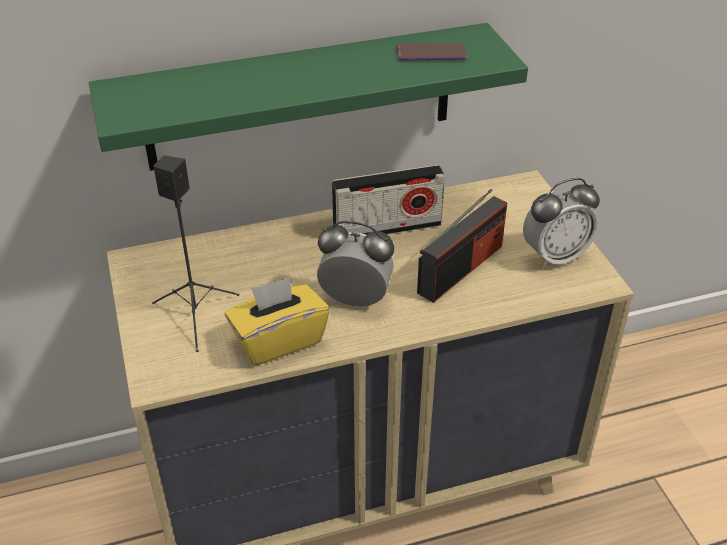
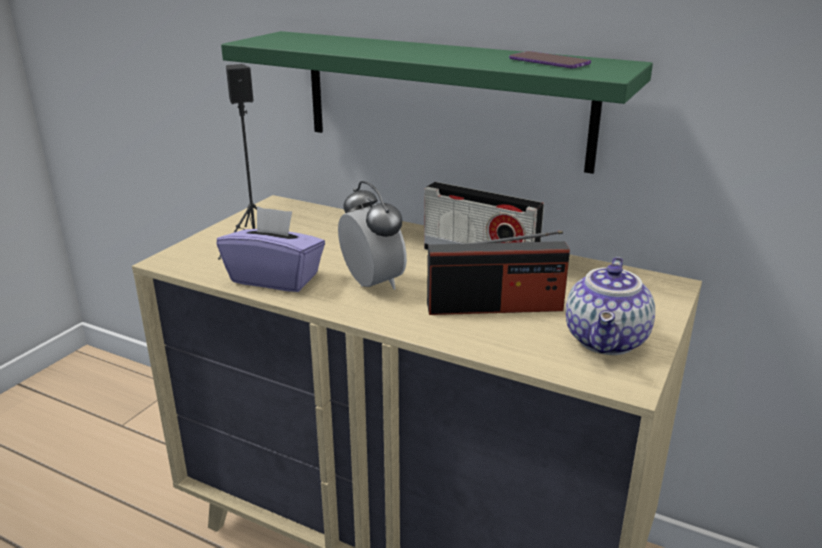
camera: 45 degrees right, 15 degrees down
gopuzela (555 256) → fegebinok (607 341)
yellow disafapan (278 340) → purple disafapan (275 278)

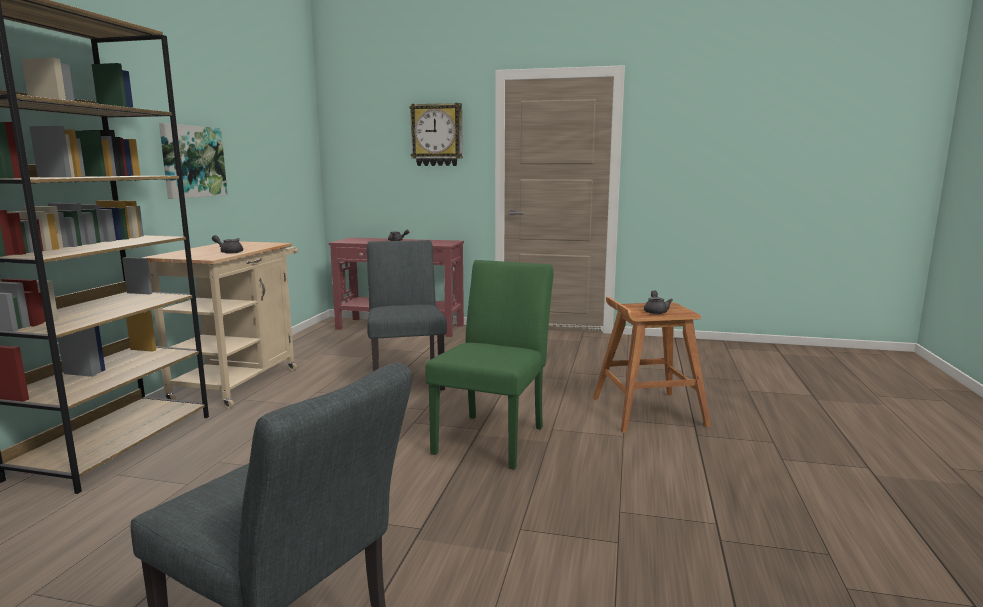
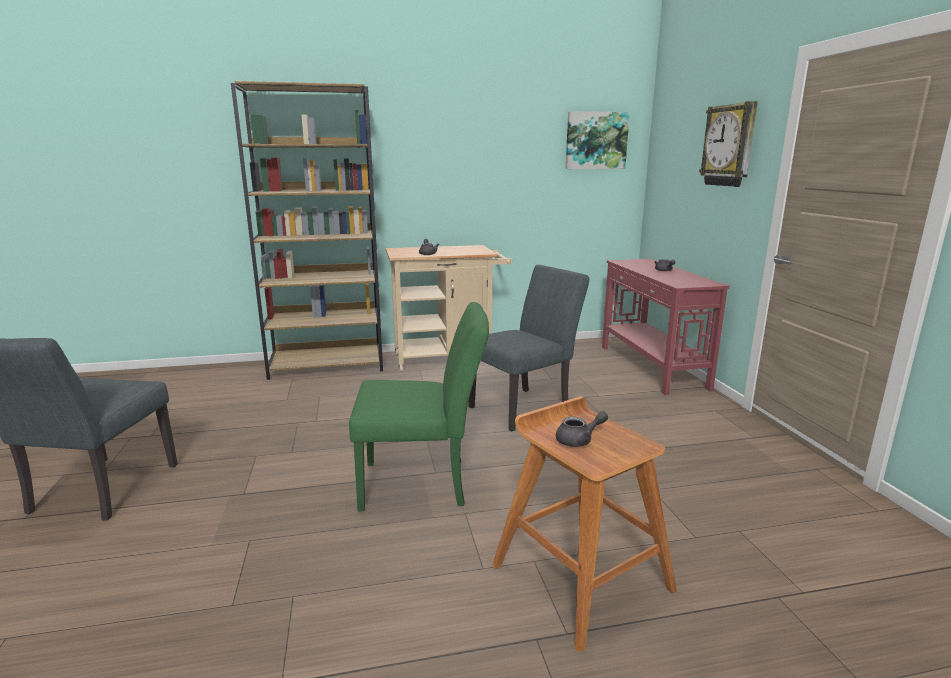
camera: 65 degrees right, 5 degrees up
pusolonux (192 161) → pusolonux (596 140), shifted

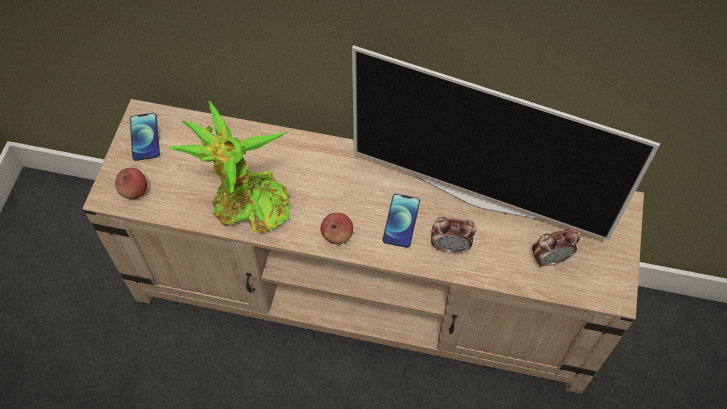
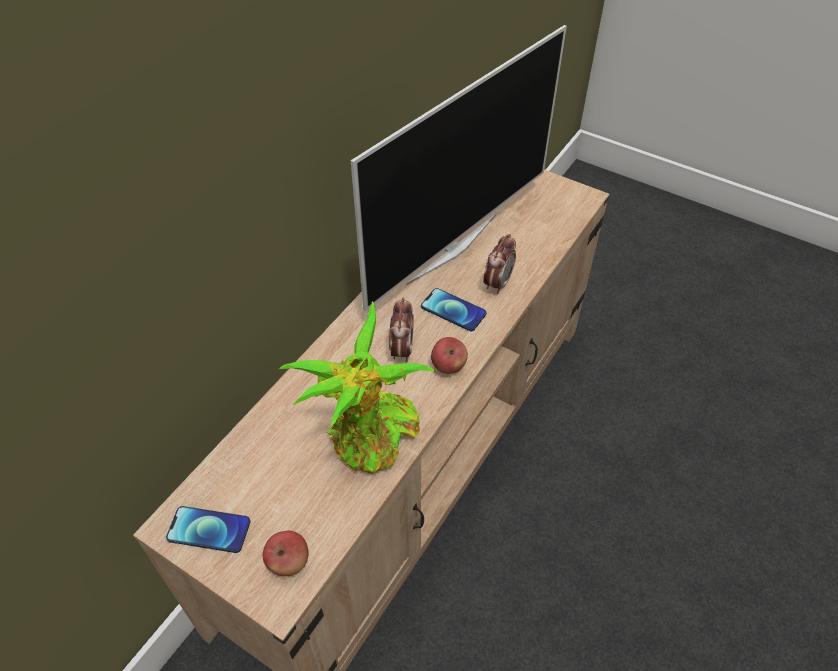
camera: 70 degrees left, 10 degrees down
gopuzela (550 259) → gopuzela (401 349), shifted

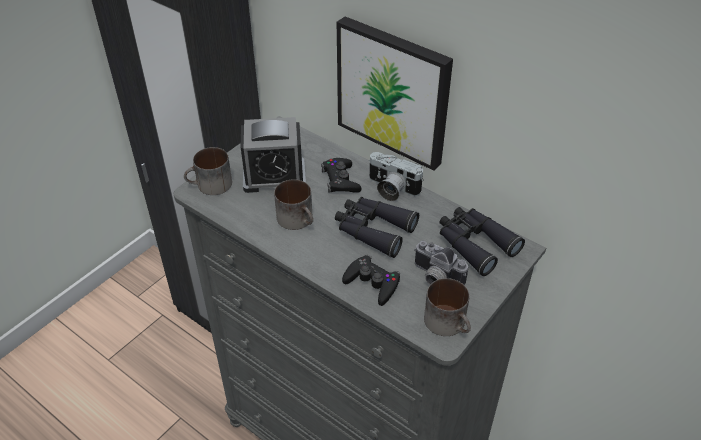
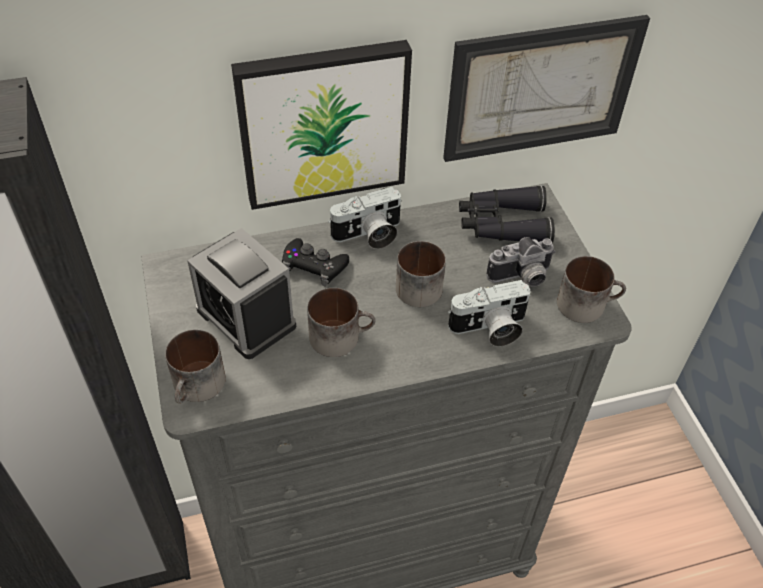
camera: 55 degrees left, 5 degrees up
gopuzela (274 176) → gopuzela (246 317), 105 degrees clockwise
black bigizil (373 230) → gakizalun (415 284)
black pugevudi (372 283) → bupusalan (489 329)
- → pusolonux (541 89)

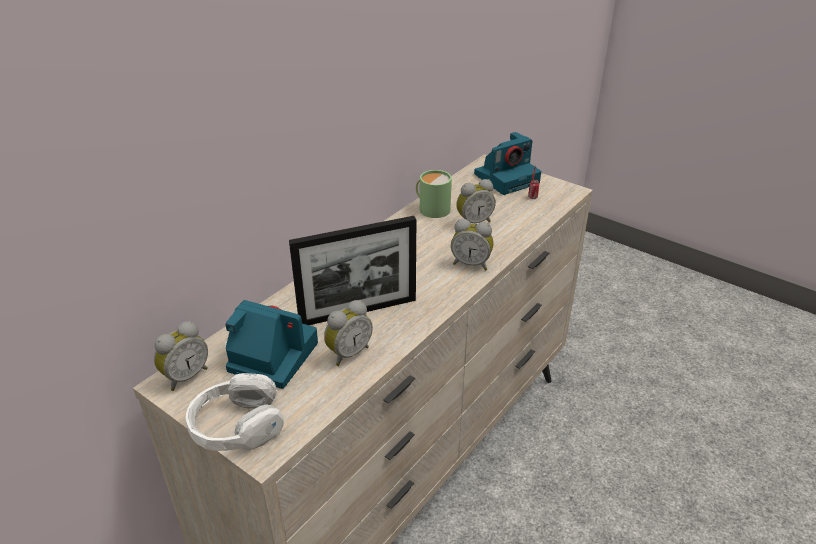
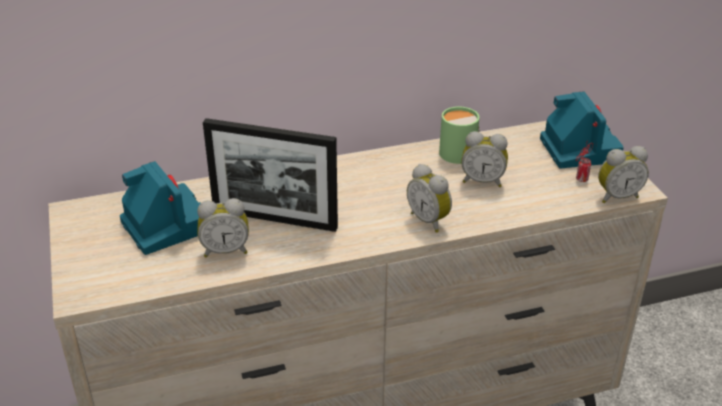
camera: 35 degrees right, 0 degrees up
bupusalan (507 178) → bupusalan (577 149), 105 degrees counterclockwise
gopuzela (185 376) → gopuzela (616 196), shifted
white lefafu (236 426) → -

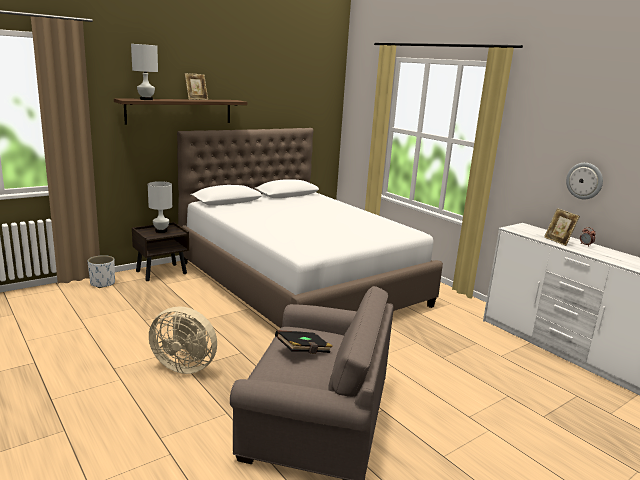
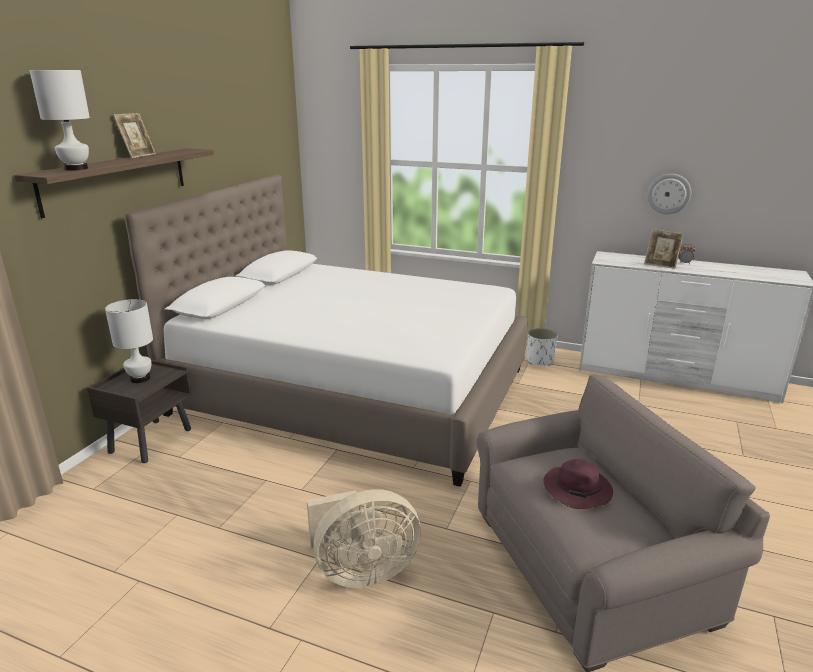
camera: 30 degrees left, 5 degrees up
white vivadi (102 283) → white vivadi (540 361), shifted
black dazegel (303 351) → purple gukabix (578 490)

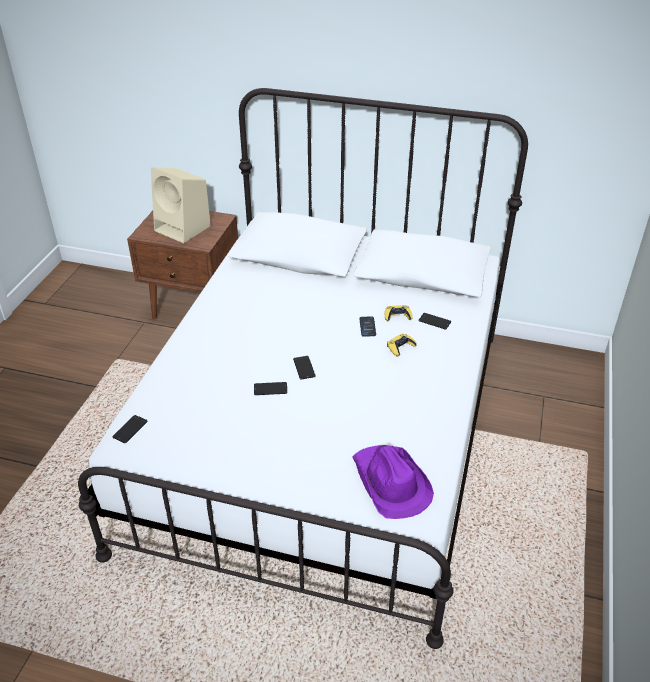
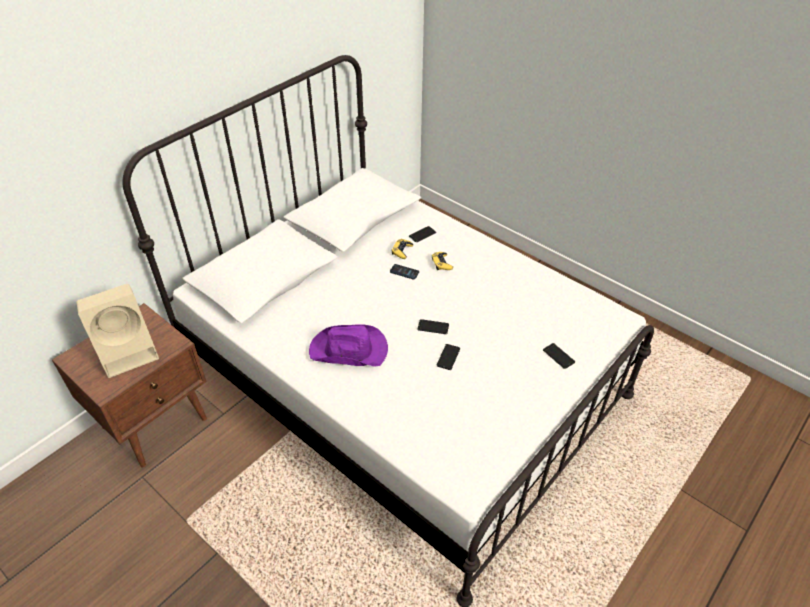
camera: 65 degrees left, 5 degrees up
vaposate (130 429) → vaposate (558 356), shifted
purple gukabix (390 483) → purple gukabix (349 350), shifted

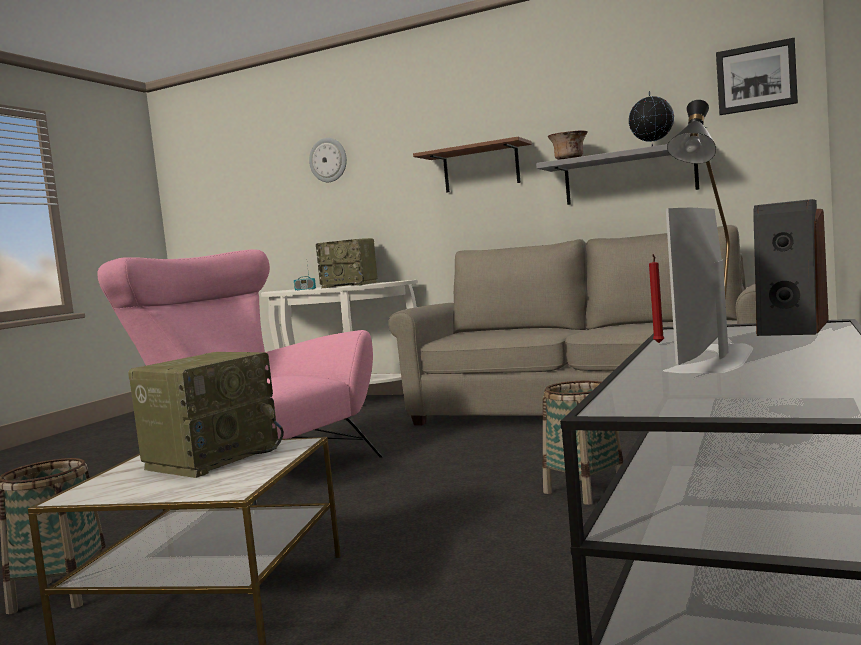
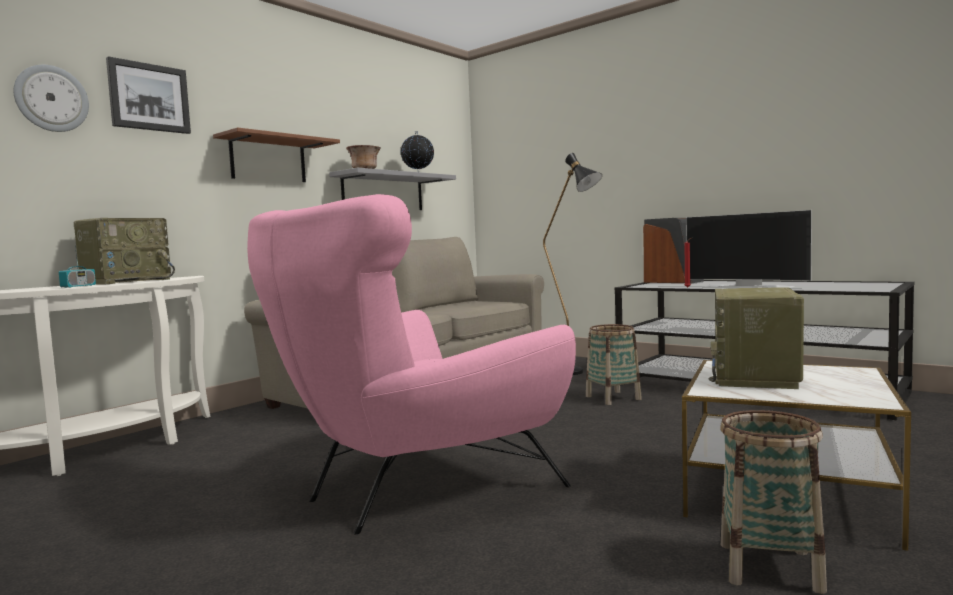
camera: 75 degrees left, 0 degrees up
pusolonux (756 77) → pusolonux (149 97), shifted
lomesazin (213 458) → lomesazin (756 378), 120 degrees counterclockwise

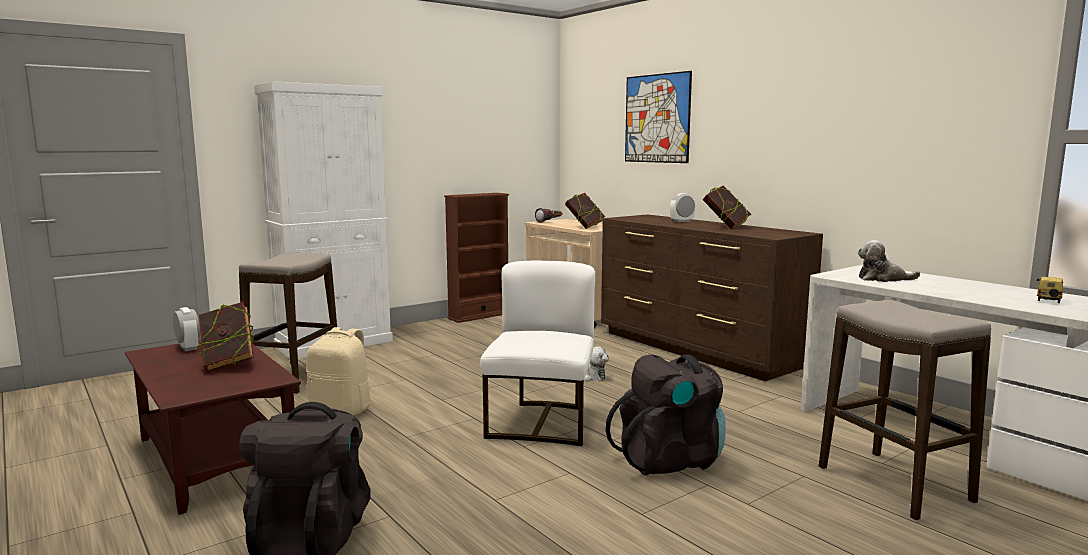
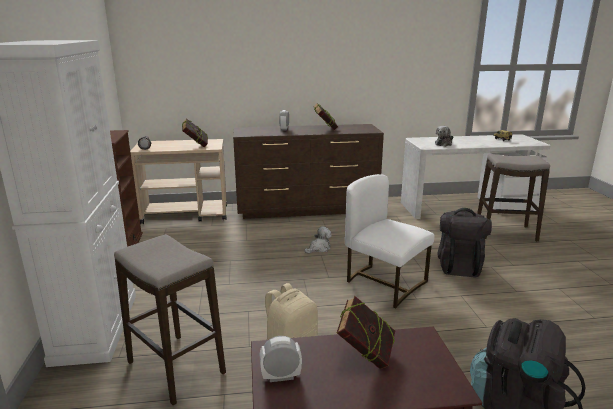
camera: 60 degrees left, 10 degrees up
pusolonux (657 118) → -

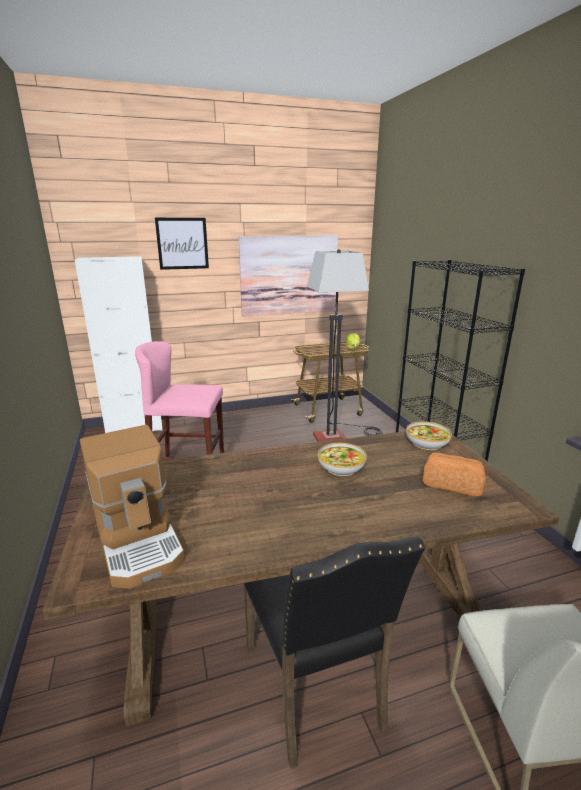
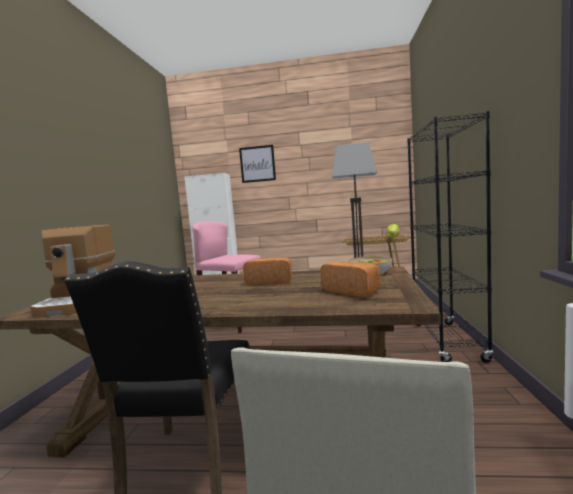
camera: 25 degrees right, 15 degrees down
pusolonux (289 275) → -
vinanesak (341 467) → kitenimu (270 282)

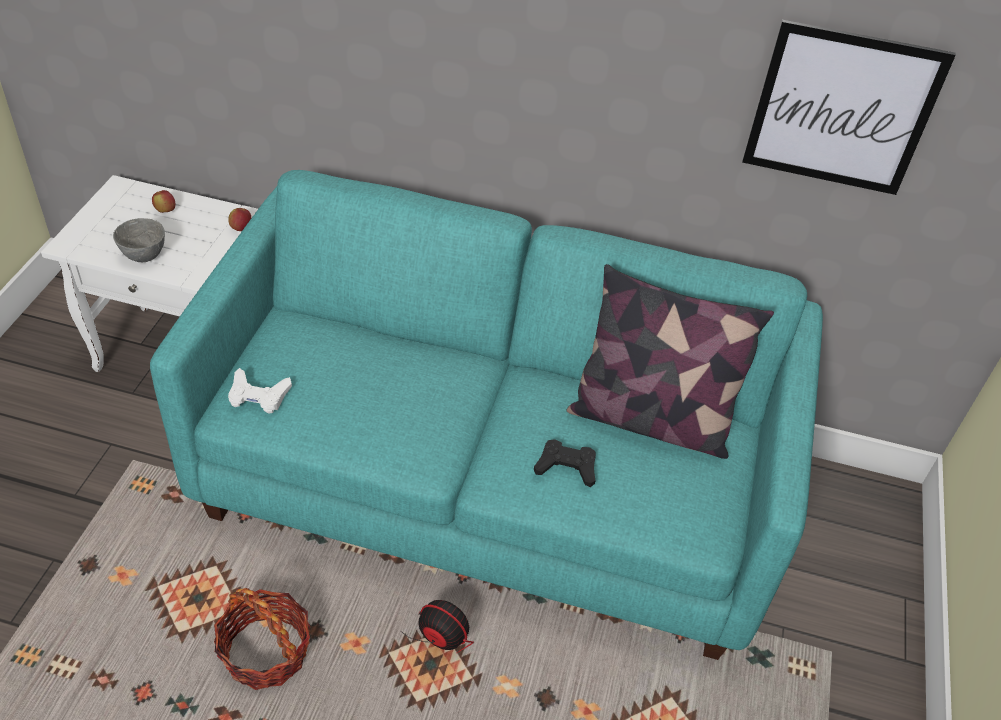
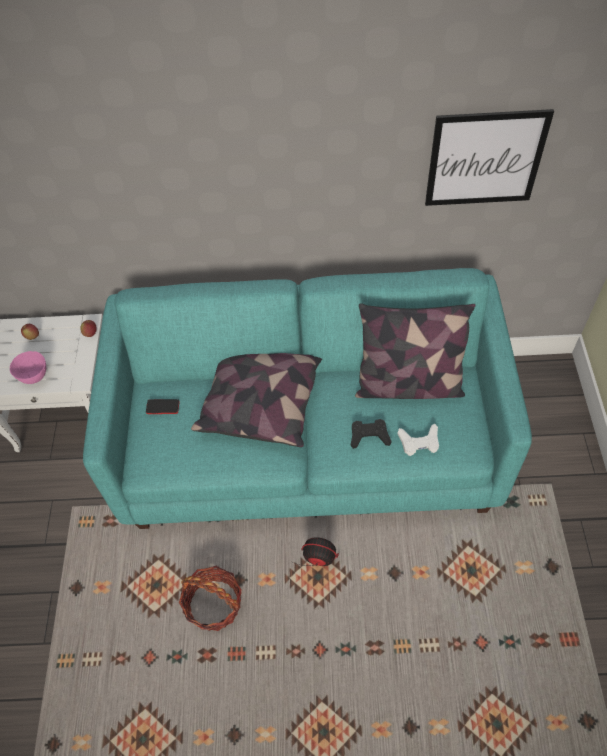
camera: 10 degrees left, 10 degrees up
grey vinanesak (143 256) → pink vinanesak (34 377)
white pugevudi (258 395) → white pugevudi (419 442), shifted
- → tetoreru (261 402)
- → vaposate (162 407)

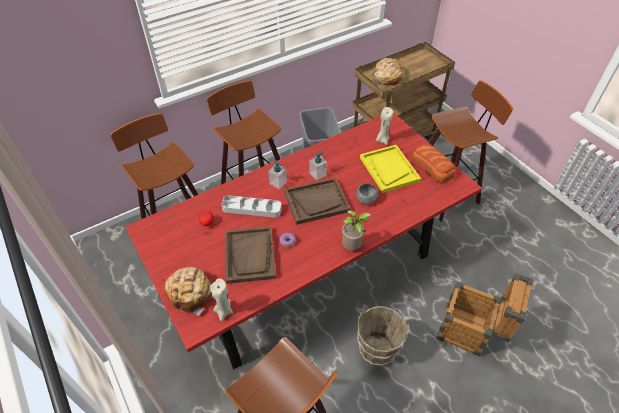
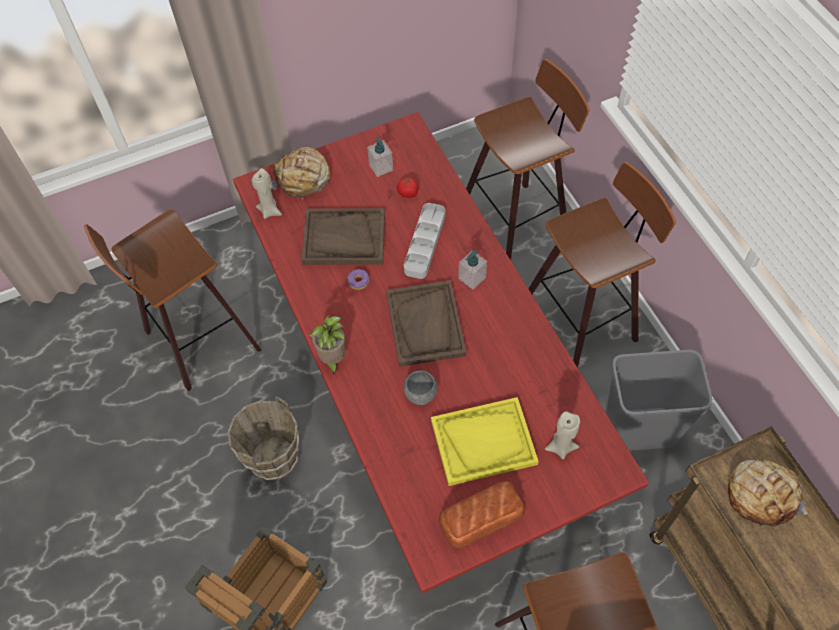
camera: 100 degrees right, 10 degrees up
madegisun (318 174) → madegisun (381 167), shifted

